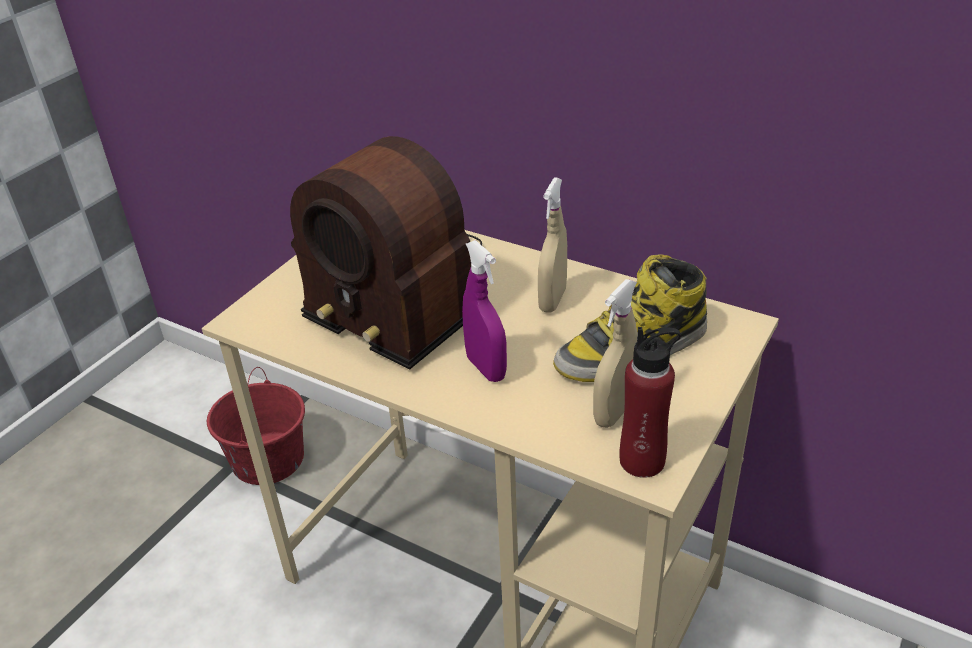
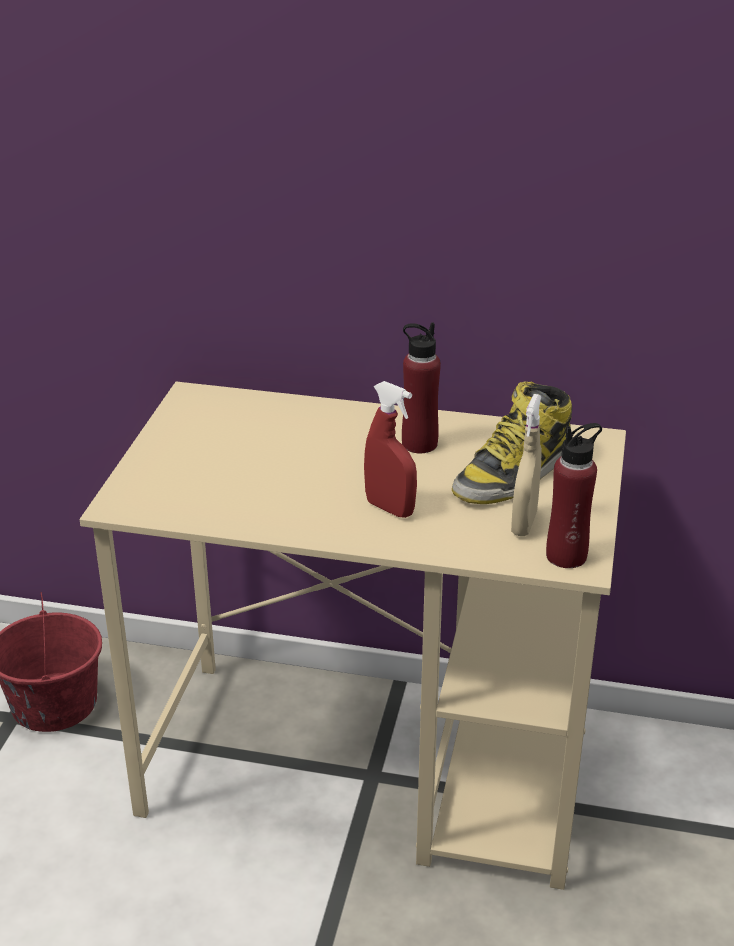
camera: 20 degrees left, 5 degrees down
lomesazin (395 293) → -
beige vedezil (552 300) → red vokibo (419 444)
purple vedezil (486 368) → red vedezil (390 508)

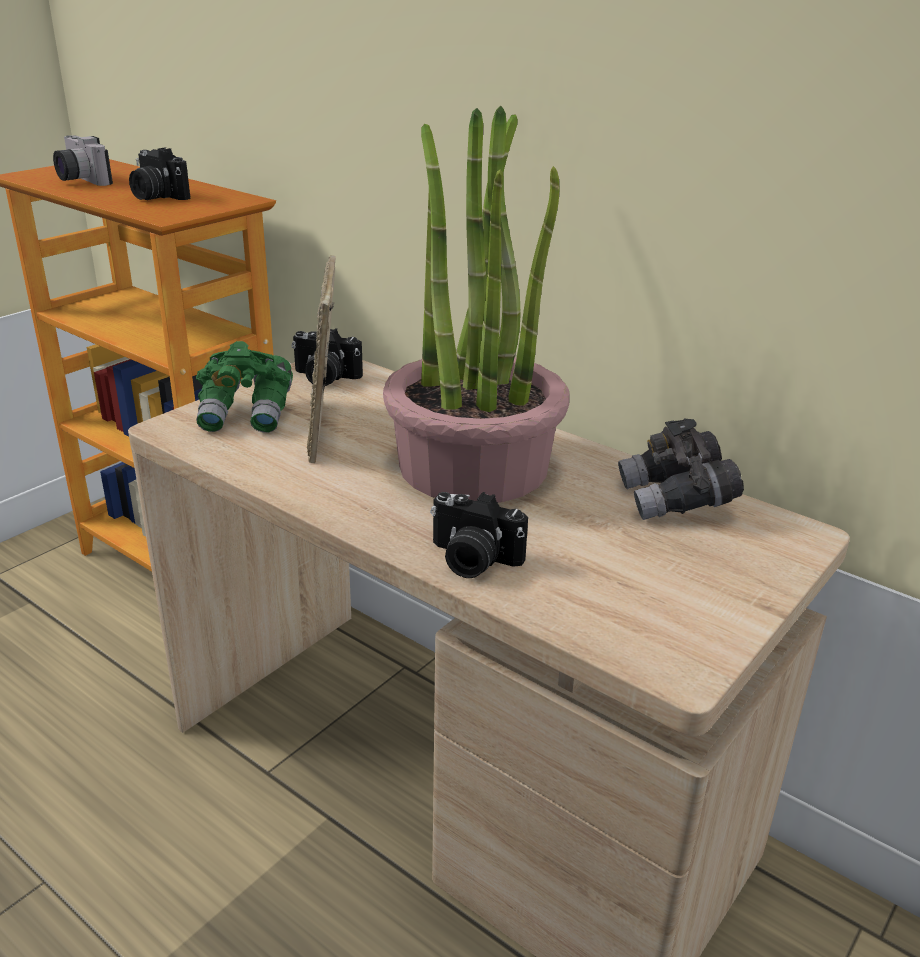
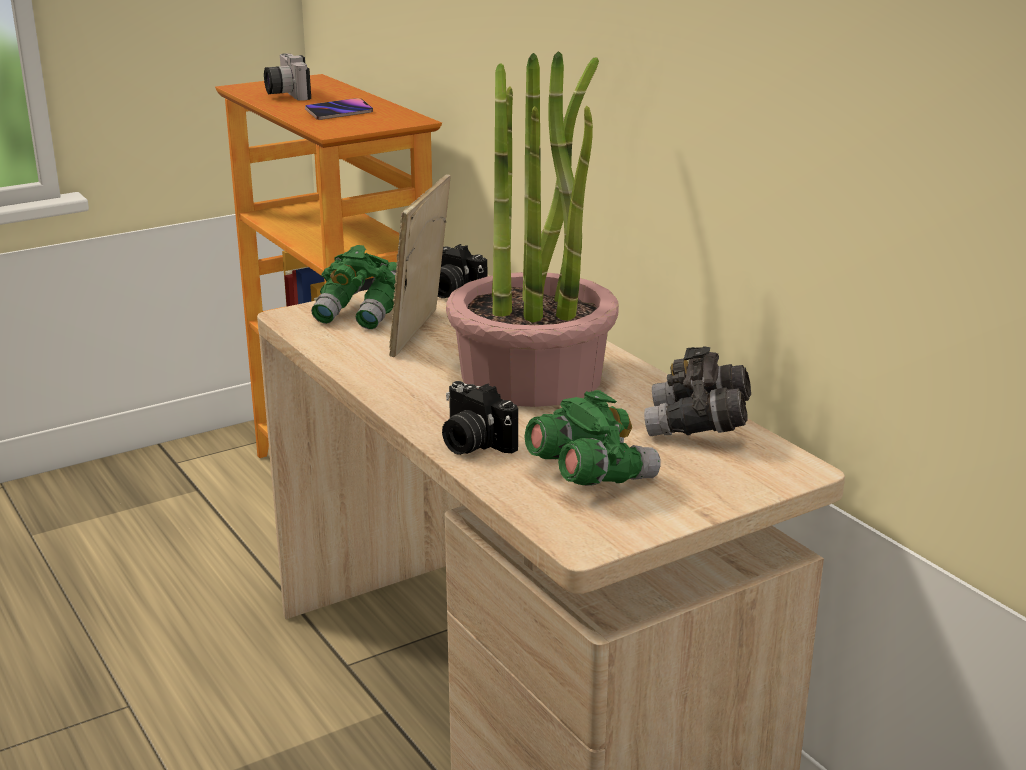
camera: 20 degrees right, 5 degrees down
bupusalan (156 196) → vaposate (339 113)
- → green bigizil (589 475)

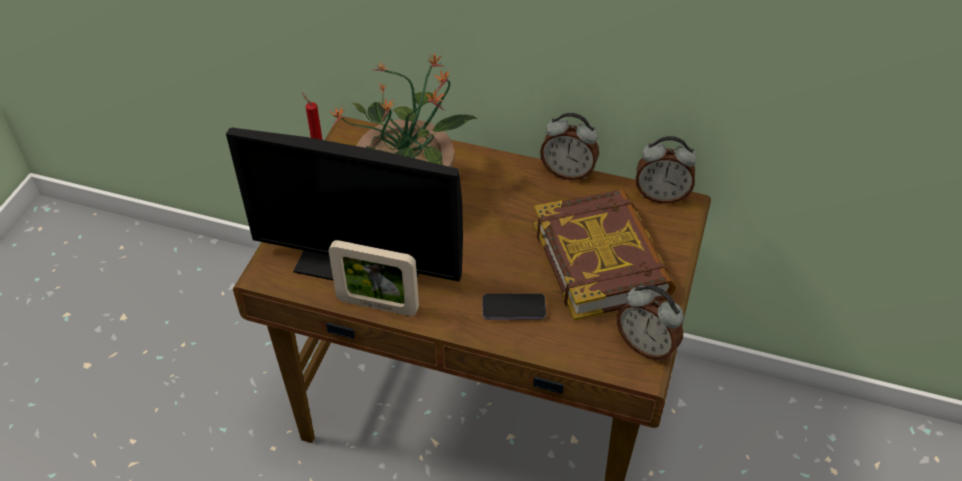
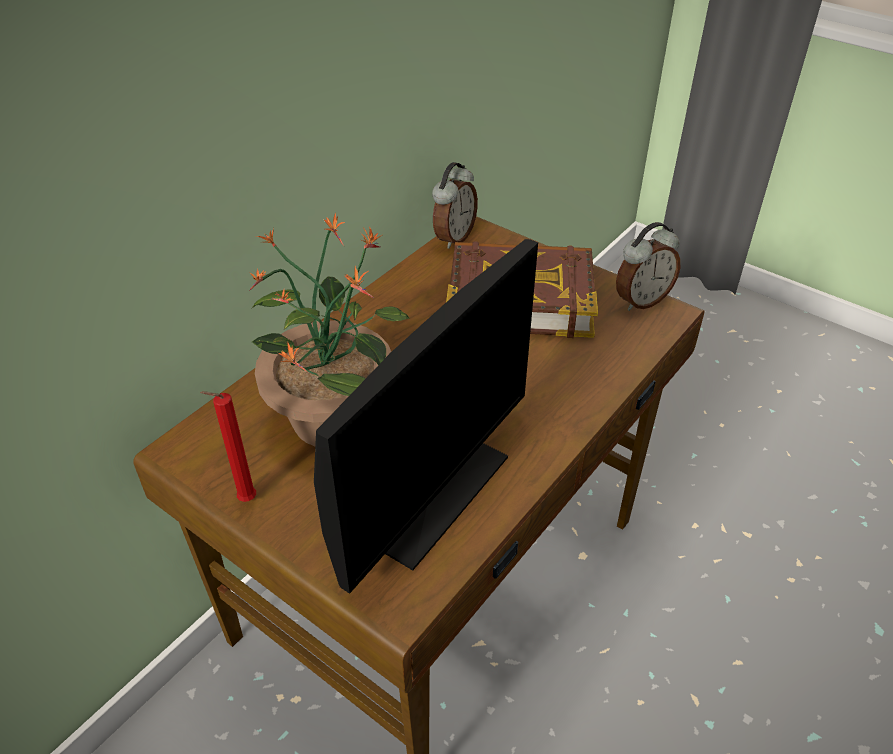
camera: 70 degrees left, 5 degrees down
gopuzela (568 172) → -
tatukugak (378 305) → -
vaposate (513 308) → -

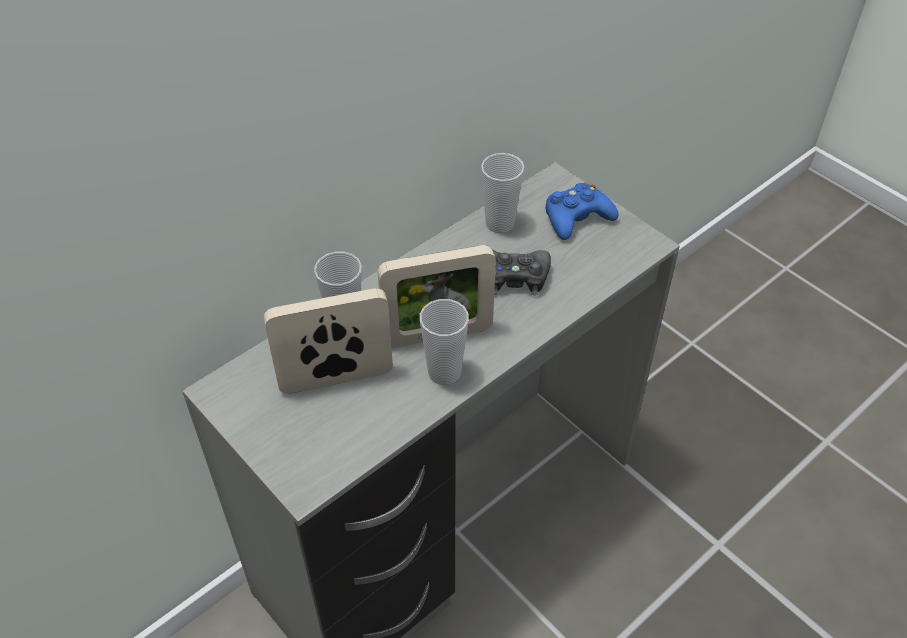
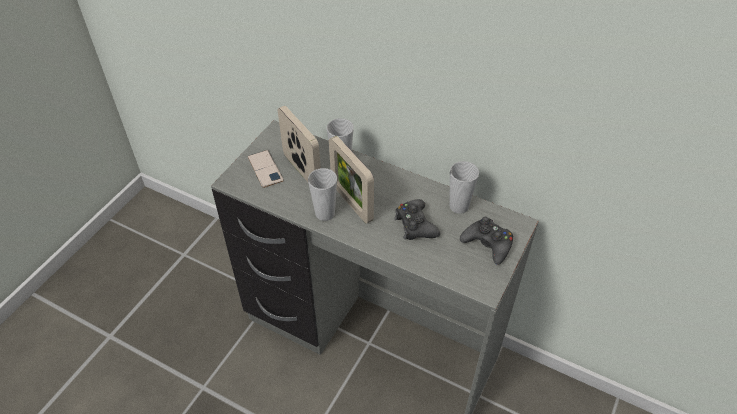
camera: 70 degrees right, 0 degrees up
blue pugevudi (576 218) → black pugevudi (488 244)
- → vaposate (265 169)

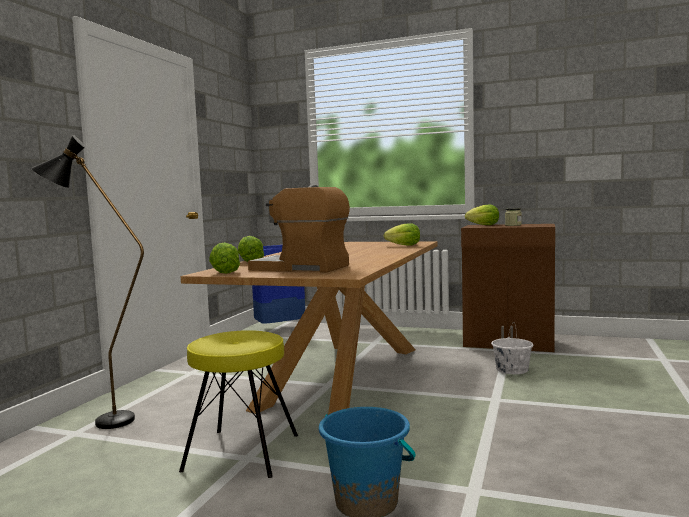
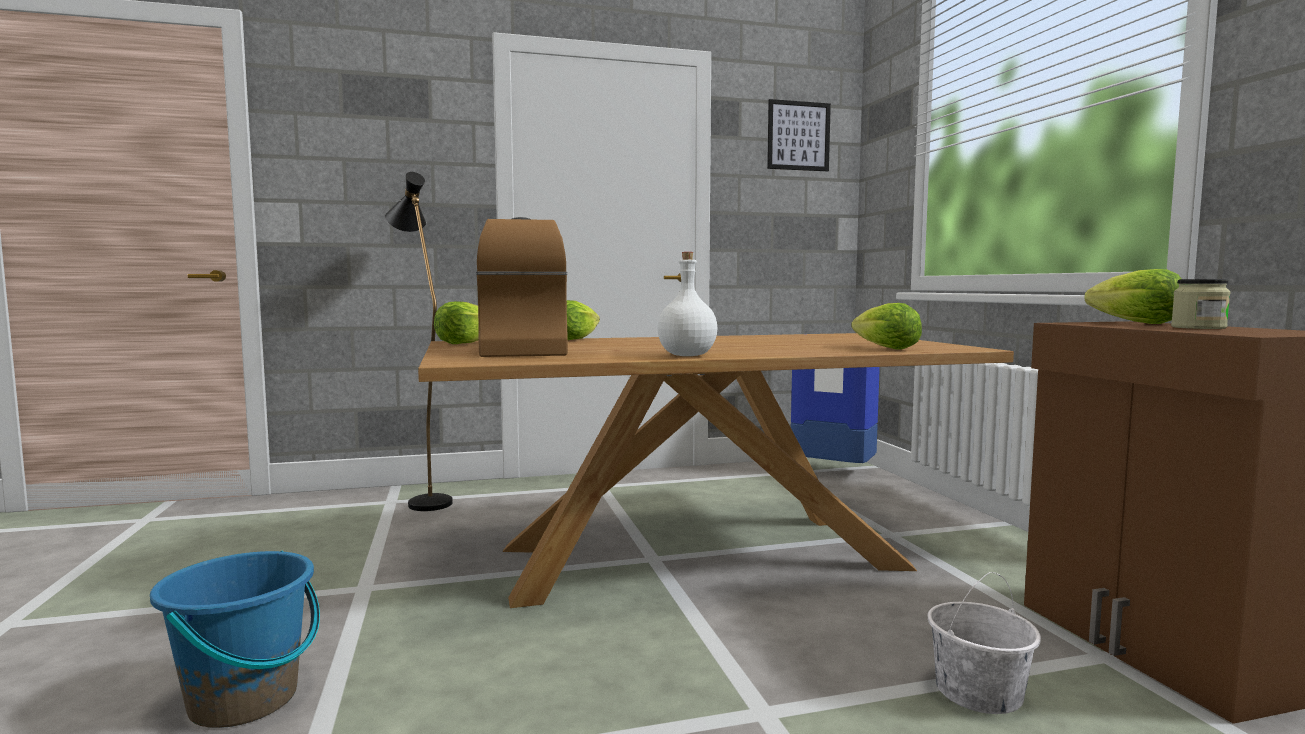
camera: 55 degrees right, 0 degrees up
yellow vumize (241 452) → -
- → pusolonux (798 136)
- → white vokibo (687 355)

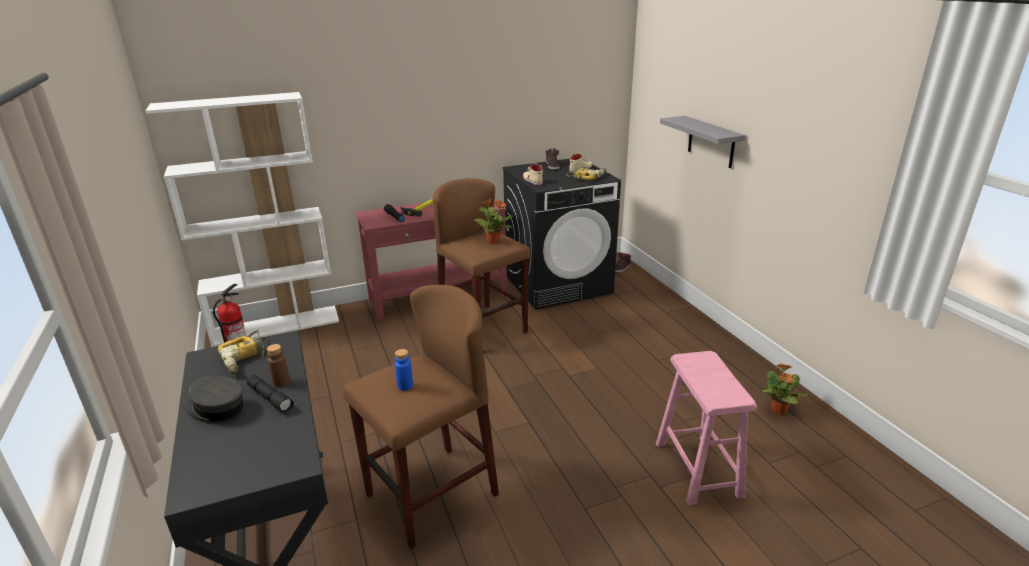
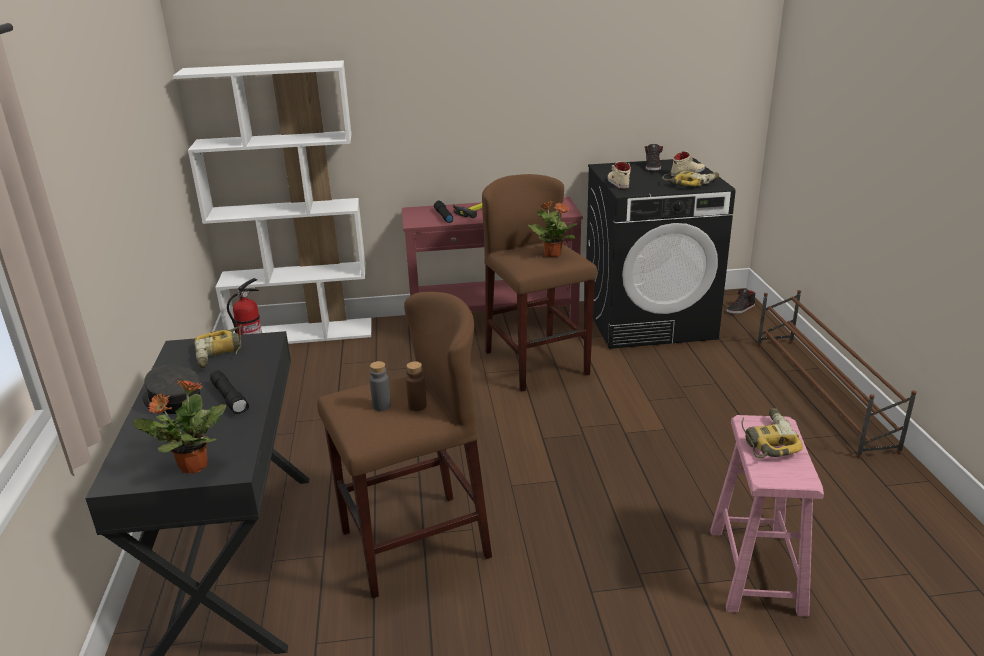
camera: 15 degrees right, 0 degrees up
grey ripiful (711 142) → -
brown vokibo (281 382) → brown vokibo (417 406), shifted
blue vokibo (405 386) → grey vokibo (381 406)
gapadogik (778 410) → gapadogik (192 466), shifted
- → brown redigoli (820 393)
- → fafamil (766 440)

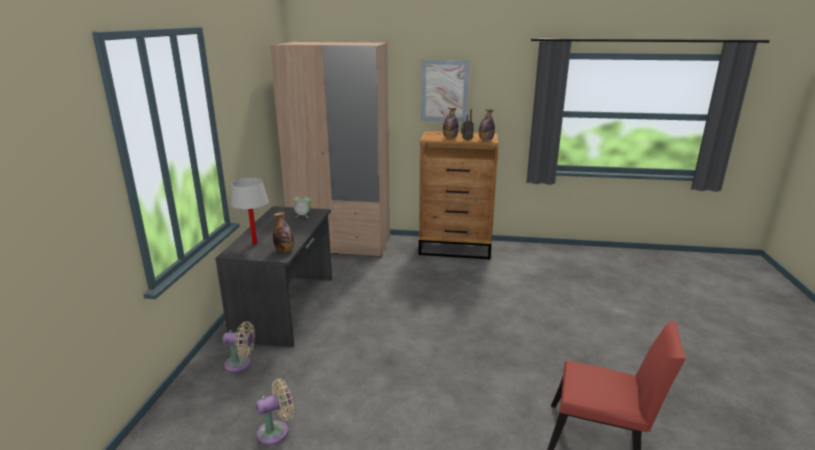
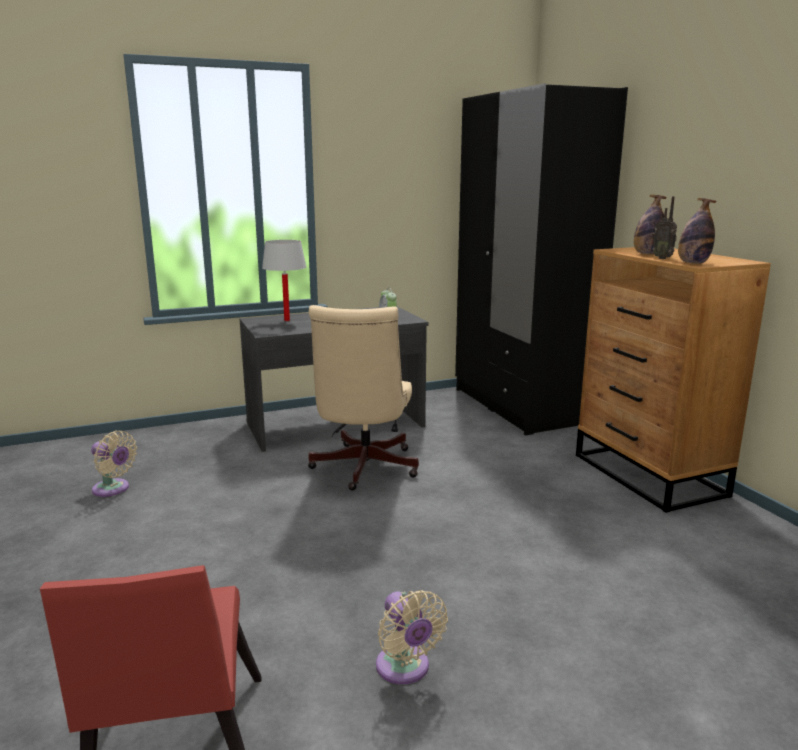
camera: 60 degrees right, 5 degrees down
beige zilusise (341 244) → black zilusise (520 405)
pusolonux (444 91) → -
vokibo (284 250) → -
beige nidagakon (240 364) → beige nidagakon (405 669), shifted
- → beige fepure (362 469)

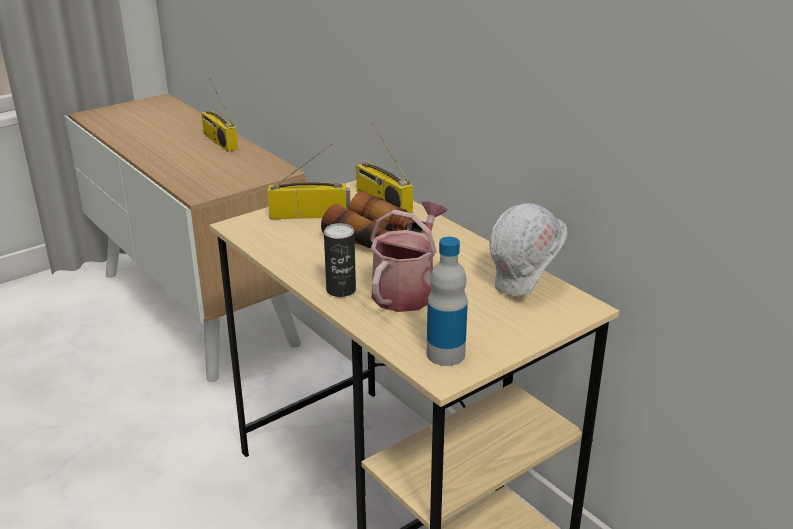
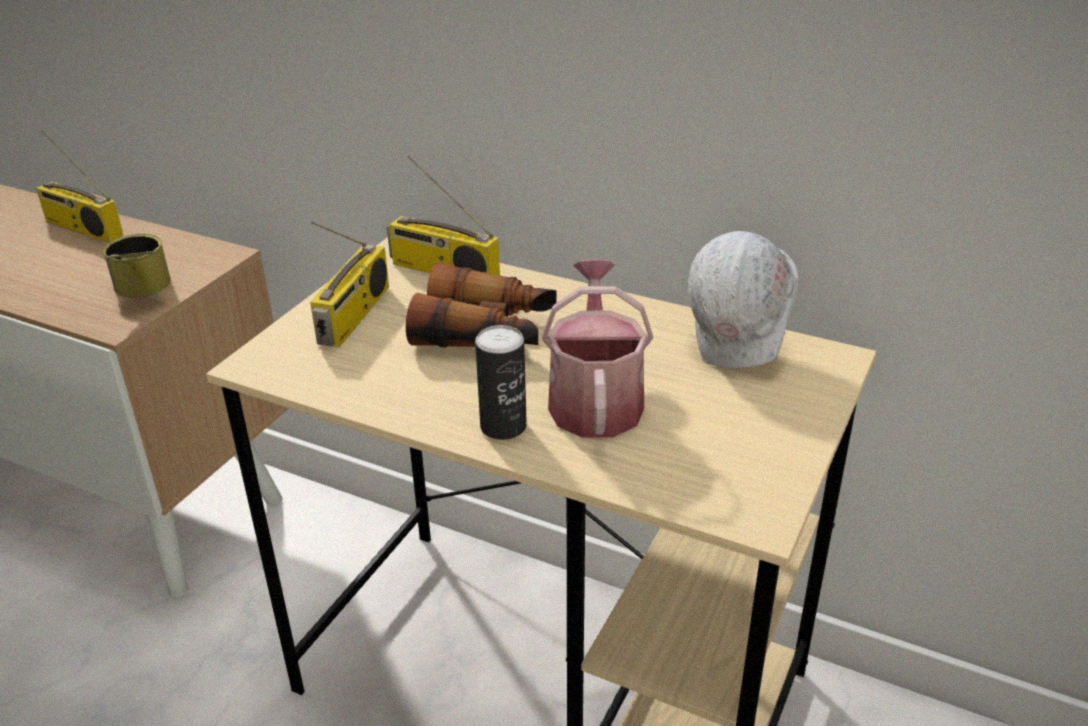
camera: 25 degrees left, 5 degrees up
lomesazin (310 214) → lomesazin (355 316), 135 degrees clockwise
vokibo (445 354) → -
- → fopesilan (142 292)

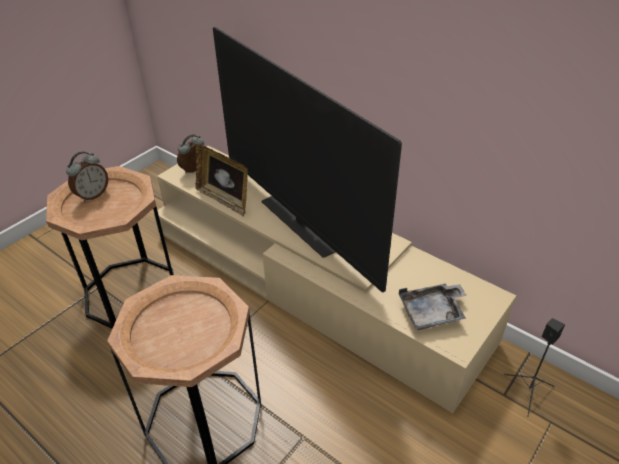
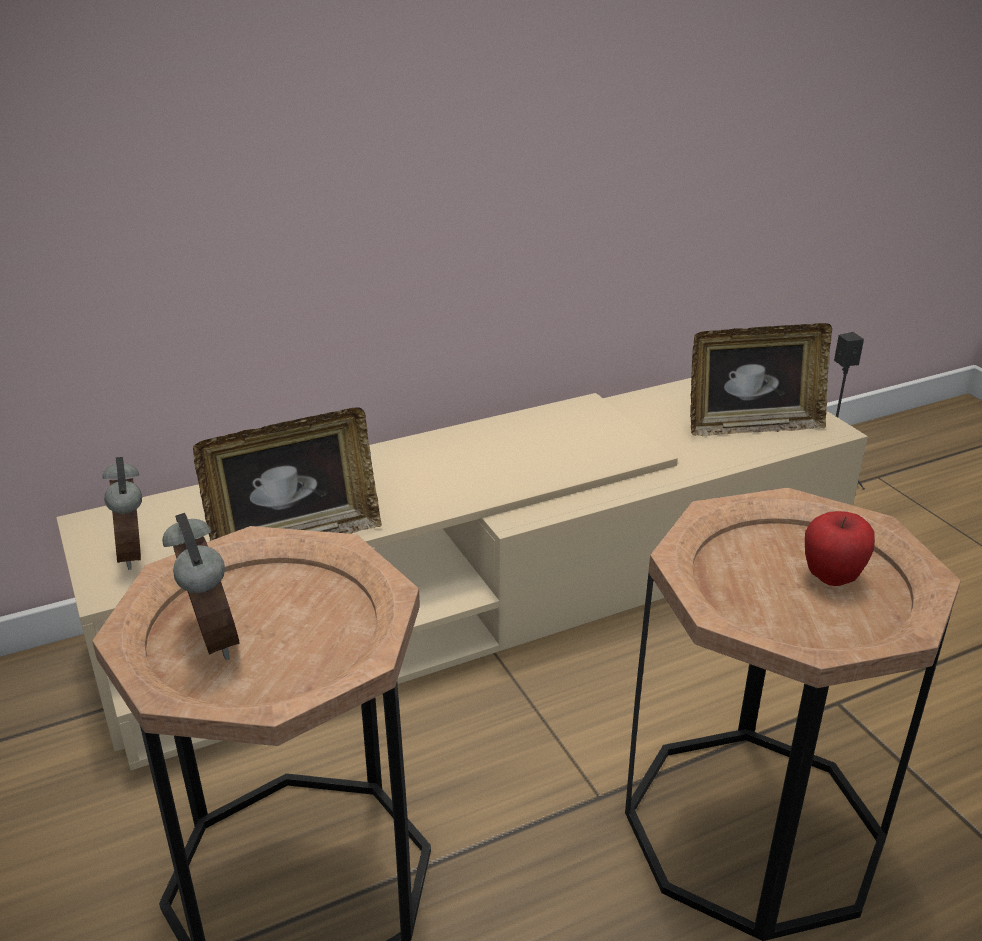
camera: 65 degrees left, 10 degrees down
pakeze (299 224) → -
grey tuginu (432 312) → tatukugak (752 426)
- → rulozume (831 578)

